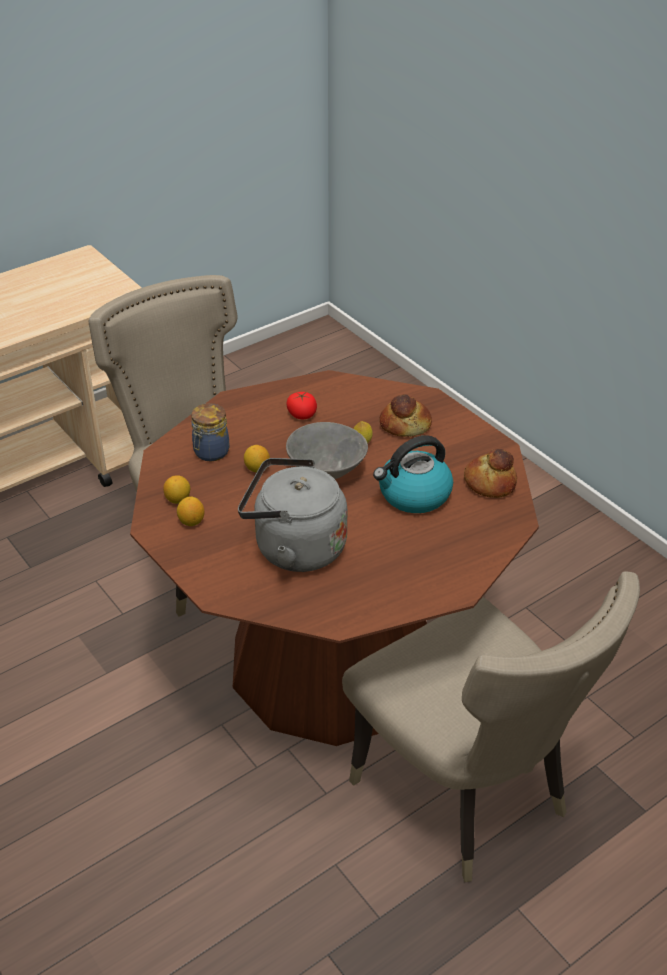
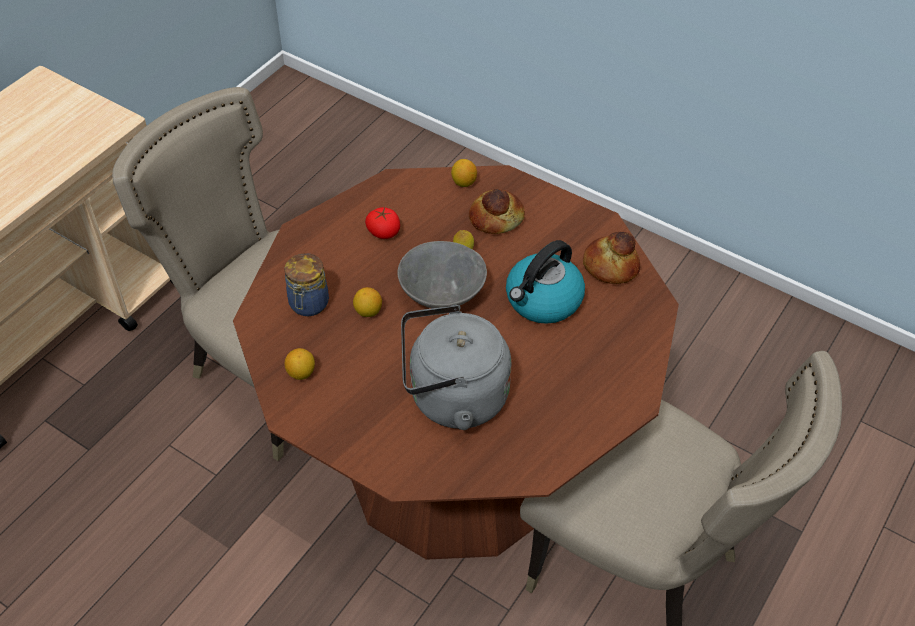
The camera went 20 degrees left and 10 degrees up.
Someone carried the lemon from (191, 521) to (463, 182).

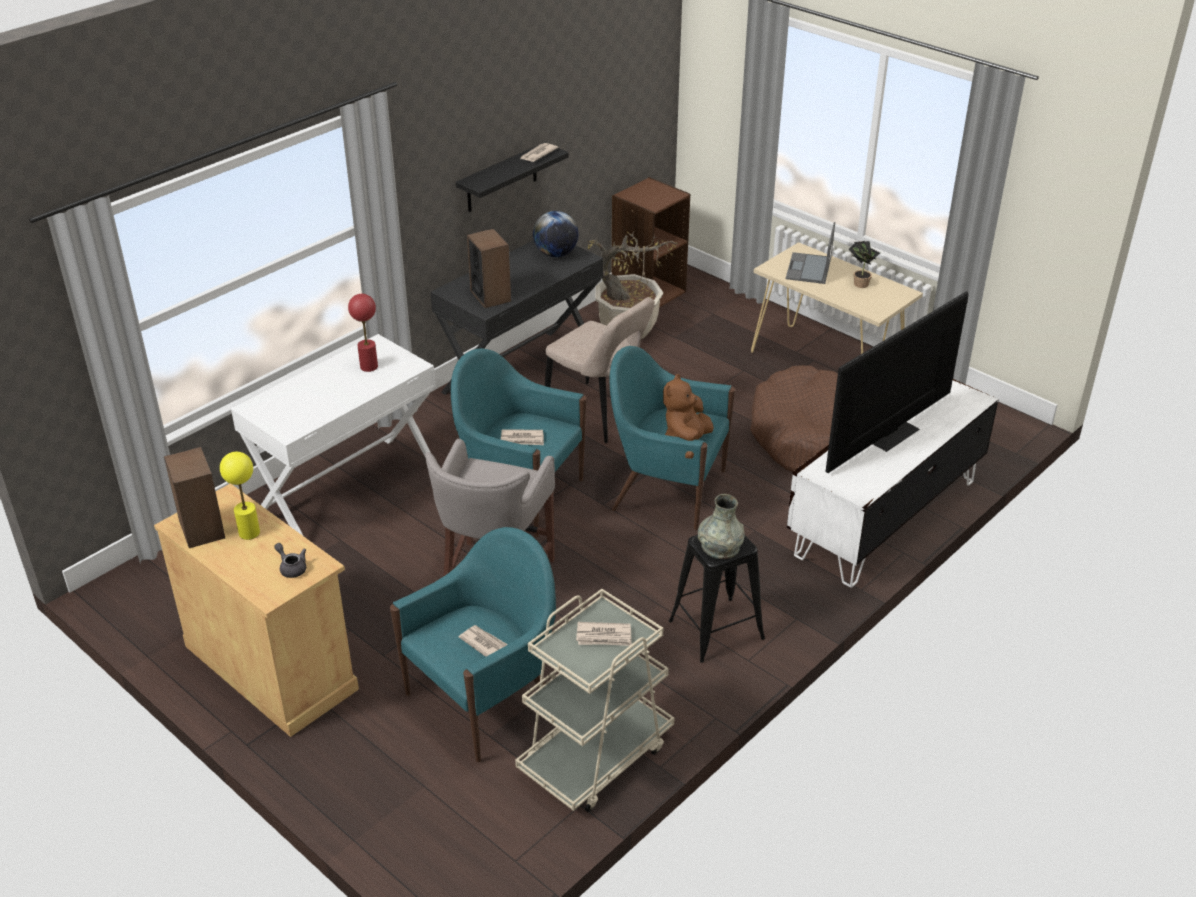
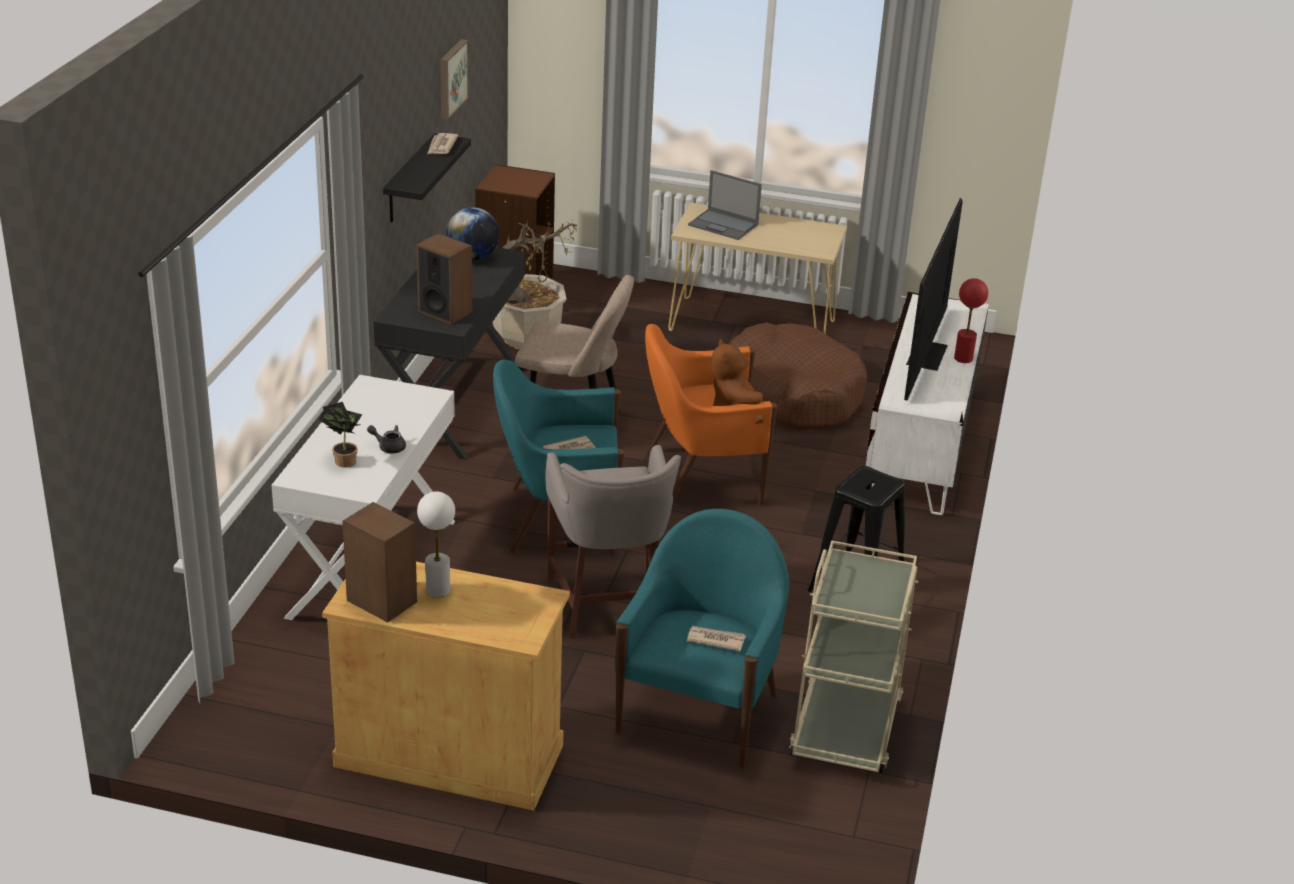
The camera went 30 degrees left and 5 degrees down.
Someone rotated the laptop at (808, 269) by 45 degrees counterclockwise.
Someone carried the potted plant from (860, 283) to (343, 460).
Someone carried the red table lamp from (368, 366) to (963, 358).
Someone repainted the turquoise armchair at (666, 490), which became the orange armchair at (700, 477).
Someone repainted the yellow table lamp at (249, 533), which became the white table lamp at (437, 590).
Someone took away the grey vase at (720, 547).
Someone carried the grey teapot from (291, 568) to (388, 446).
Someone took away the newspaper at (604, 636).
Someone put up the picture at (451, 78).

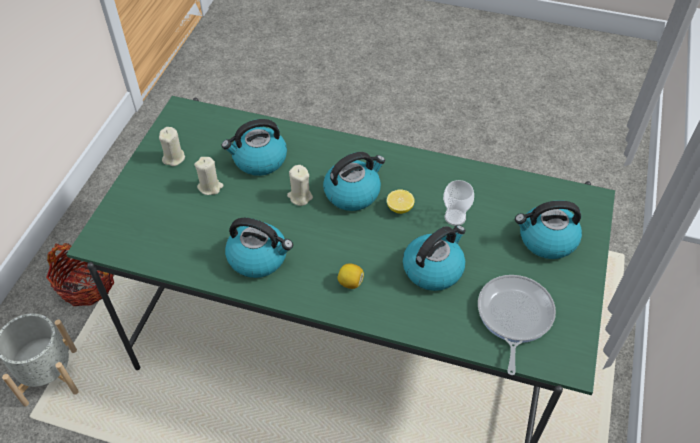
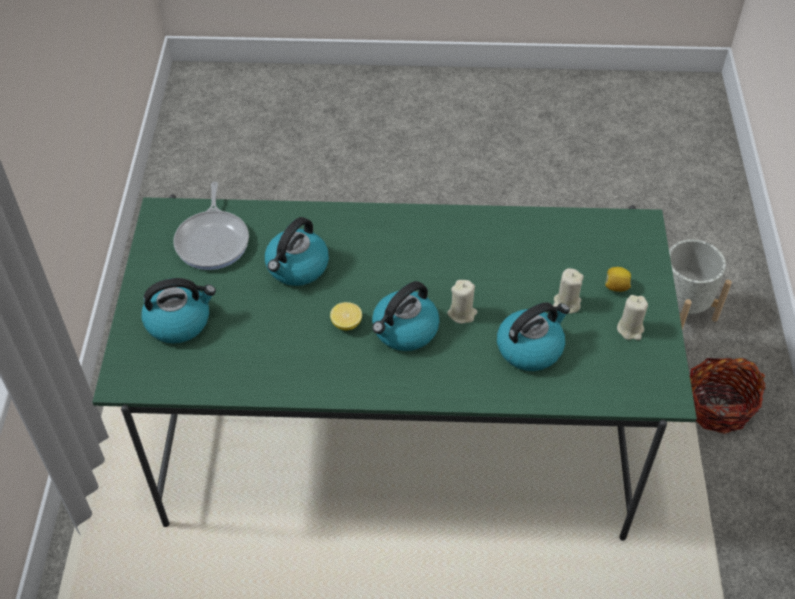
The camera went 165 degrees right and 0 degrees up.
Someone took away the cup at (455, 217).
Someone took away the kettle at (259, 257).
Someone carried the lemon from (350, 282) to (616, 287).

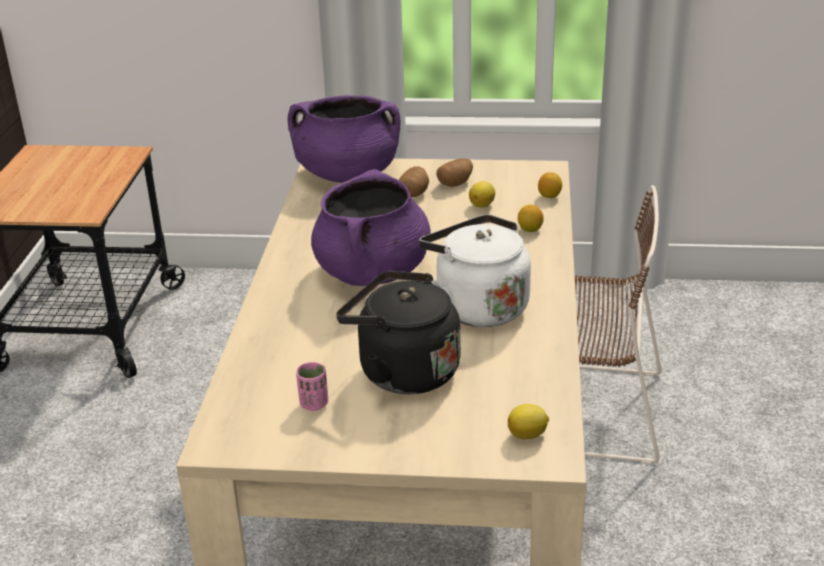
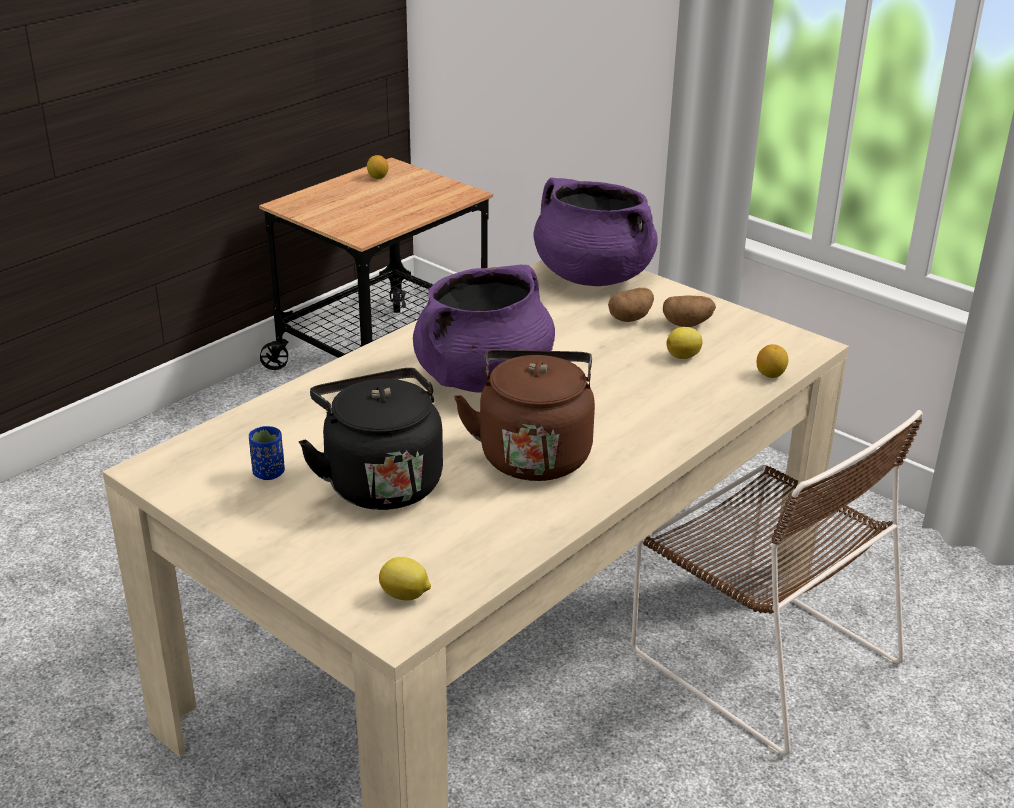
The camera went 35 degrees right and 0 degrees up.
Someone carried the lemon from (530, 229) to (378, 177).
Someone repainted the white kettle at (477, 307), which became the brown kettle at (533, 453).
Someone repainted the pink cup at (314, 404), which became the blue cup at (268, 473).

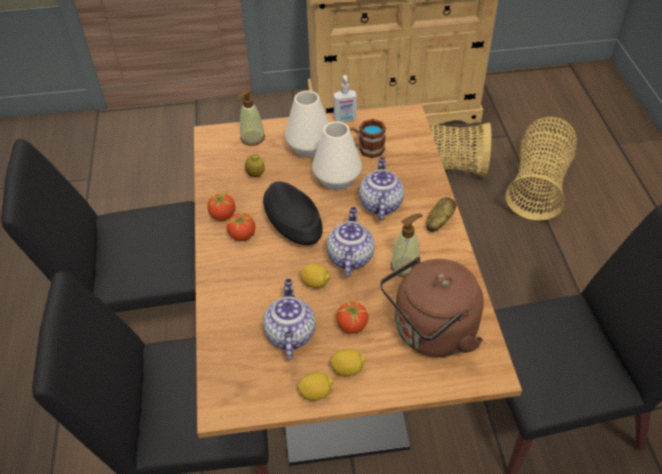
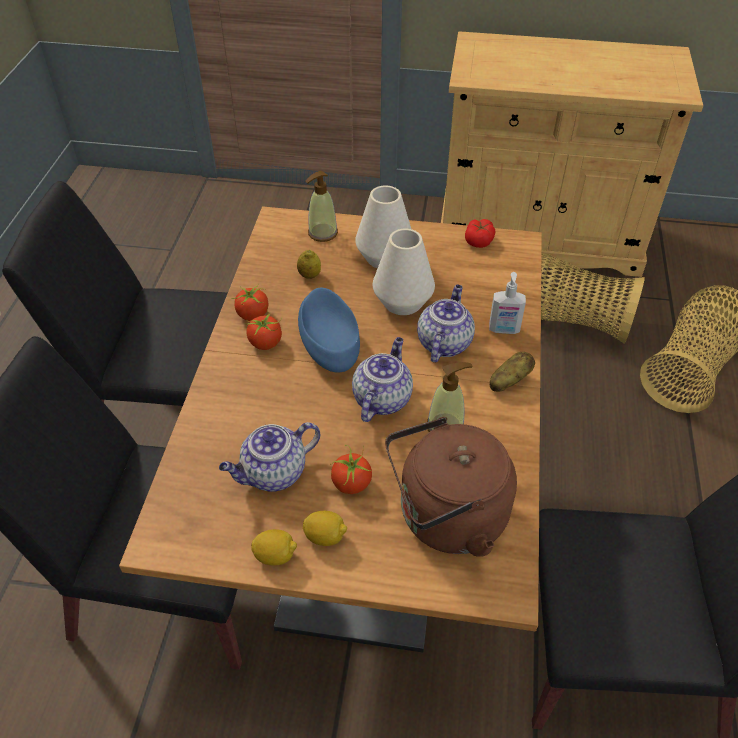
The camera went 15 degrees right and 0 degrees up.
Someone carried the soap dispenser from (345, 119) to (504, 330).
Someone took away the mug at (366, 149).
Someone repainted the black bowl at (292, 225), which became the blue bowl at (329, 344).
Someone took away the lemon at (315, 283).
Someone rotated the teapot at (289, 333) by 135 degrees counterclockwise.
Someone put down the tomato at (479, 240).

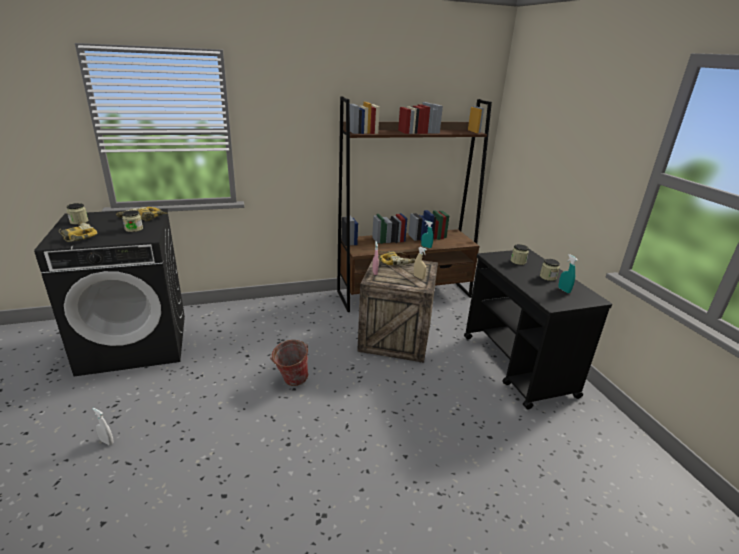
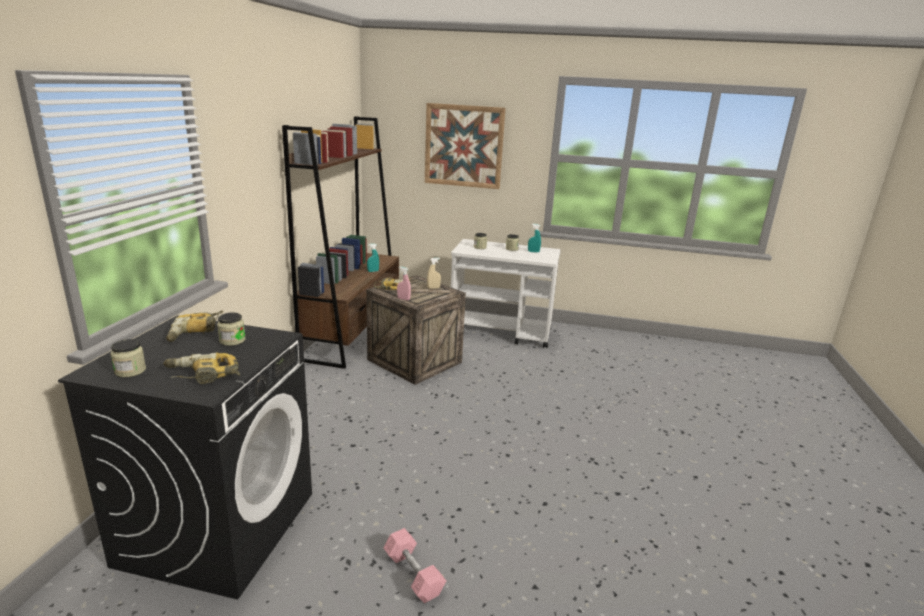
The camera went 60 degrees left and 5 degrees down.
Someone repainted the black cart at (517, 366), which became the white cart at (501, 332).
Someone took away the bucket at (290, 381).
Someone swapped the white spray bottle at (106, 441) for the pink dumbbell at (413, 574).
Someone put up the picture at (463, 146).

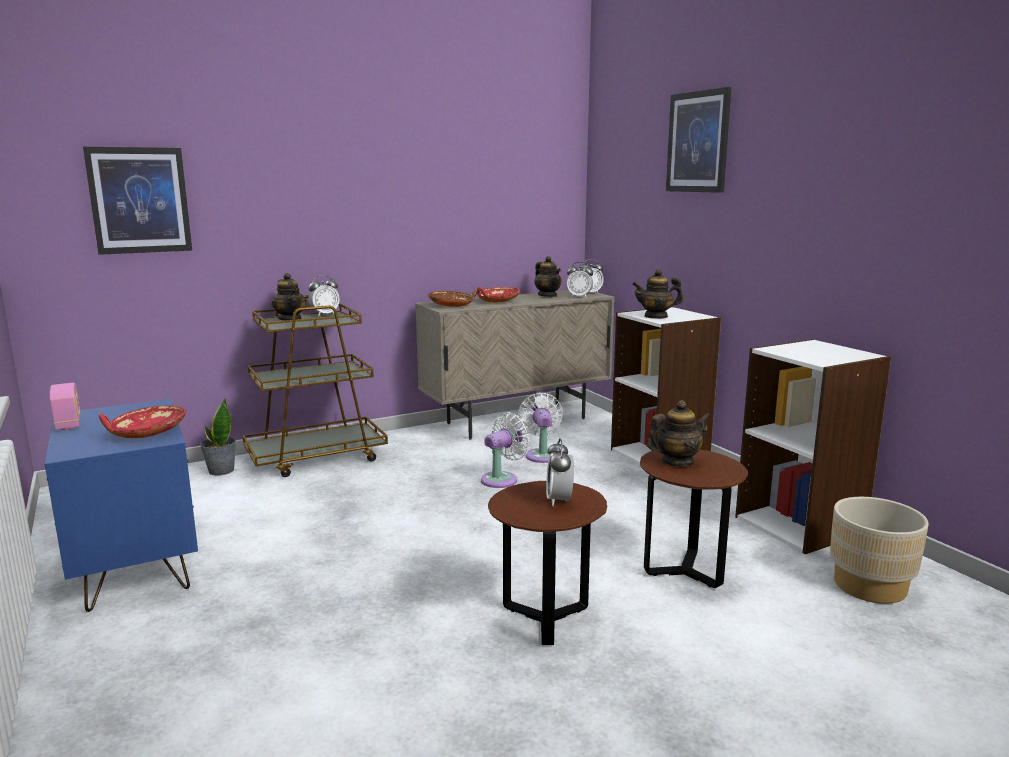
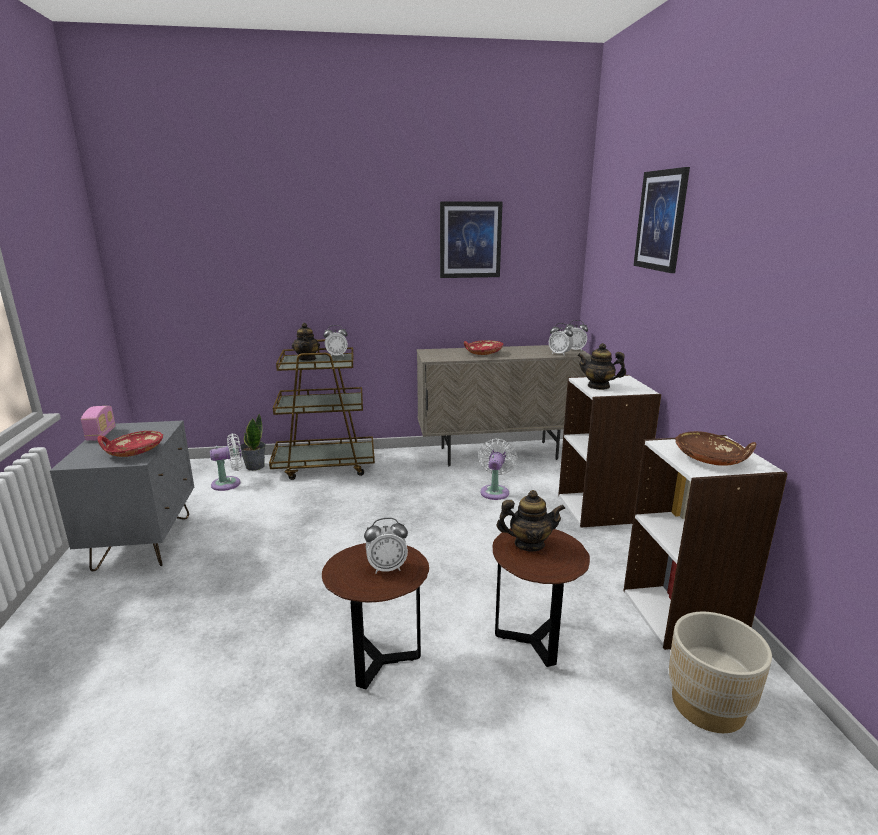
The camera went 20 degrees right and 5 degrees up.
Someone carried the picture from (139, 200) to (470, 240).
Someone took away the teapot at (547, 295).
Someone carried the brown bowl from (452, 305) to (710, 459).
Someone repainted the blue nightstand at (135, 570), which became the grey nightstand at (144, 542).
Someone carried the white fan from (502, 479) to (229, 483).
Someone rotated the alarm clock at (559, 500) by 120 degrees counterclockwise.

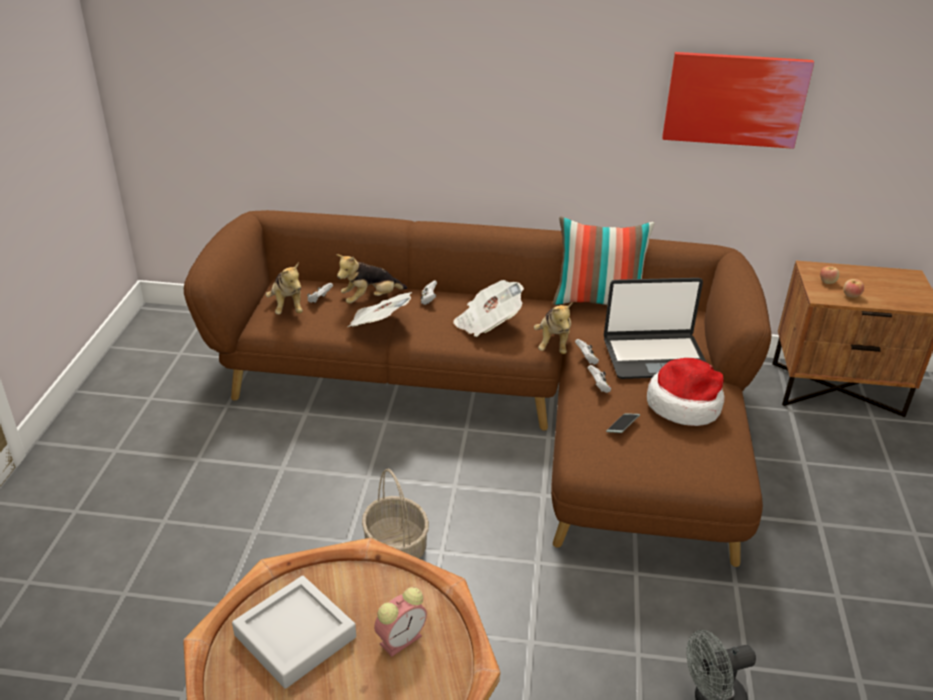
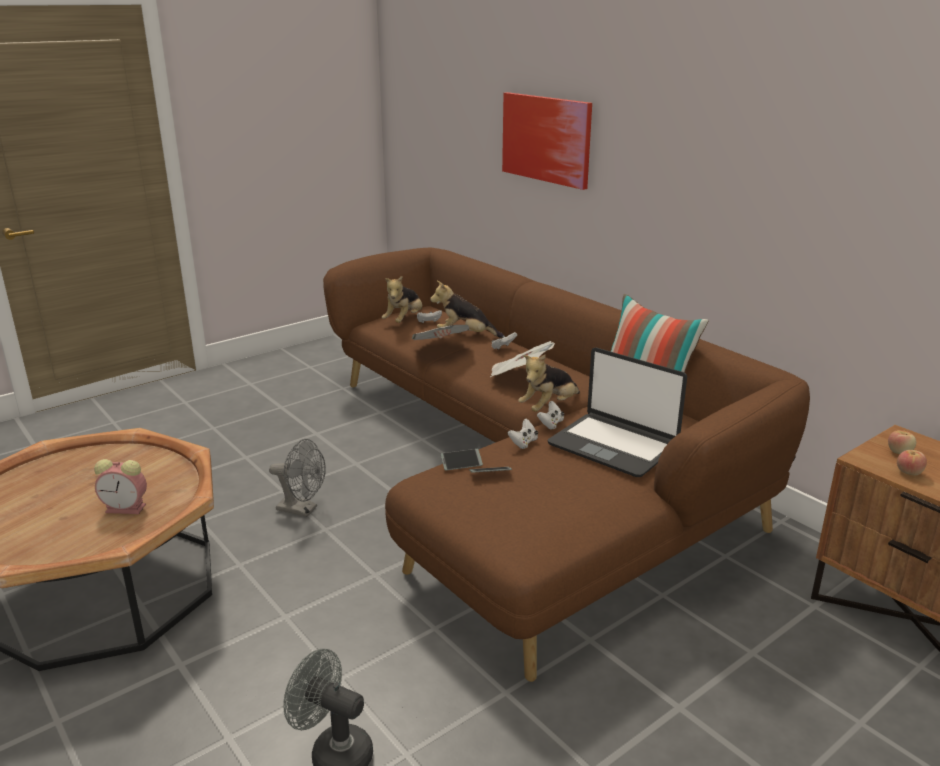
The camera went 45 degrees right and 10 degrees down.
Someone carried the picture from (735, 99) to (546, 139).
Someone took away the hat at (684, 405).
Someone swapped the basket at (395, 547) for the grey fan at (302, 509).
Someone took away the grey tray at (295, 636).
Someone put down the phone at (461, 463).

